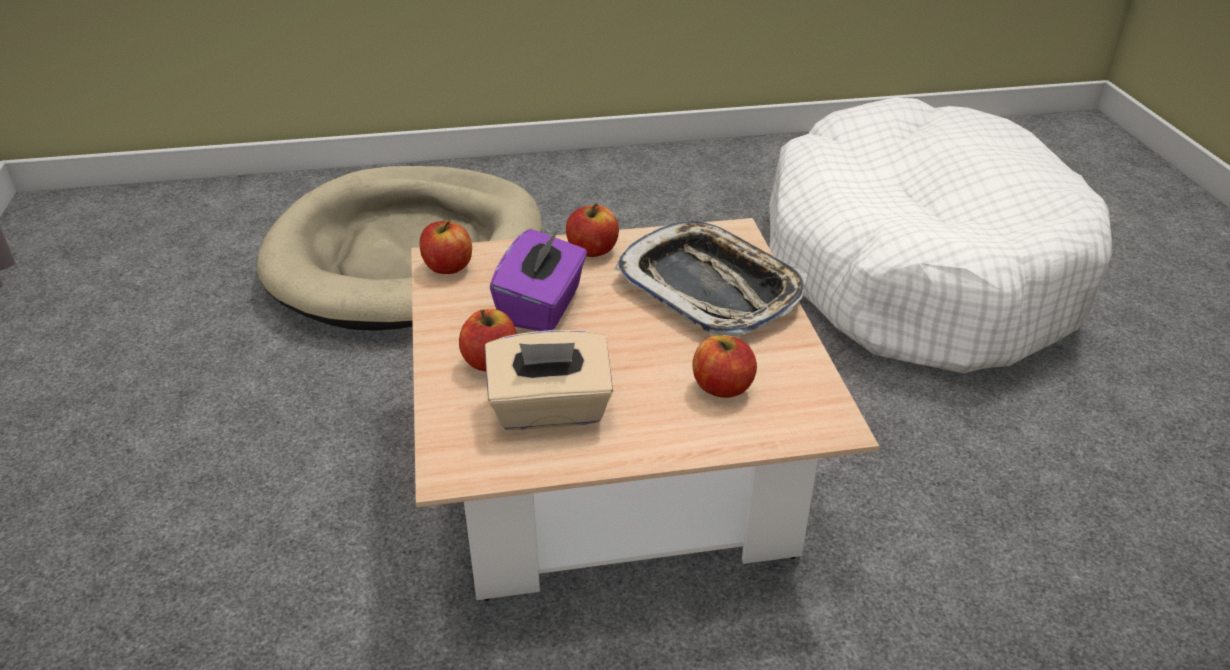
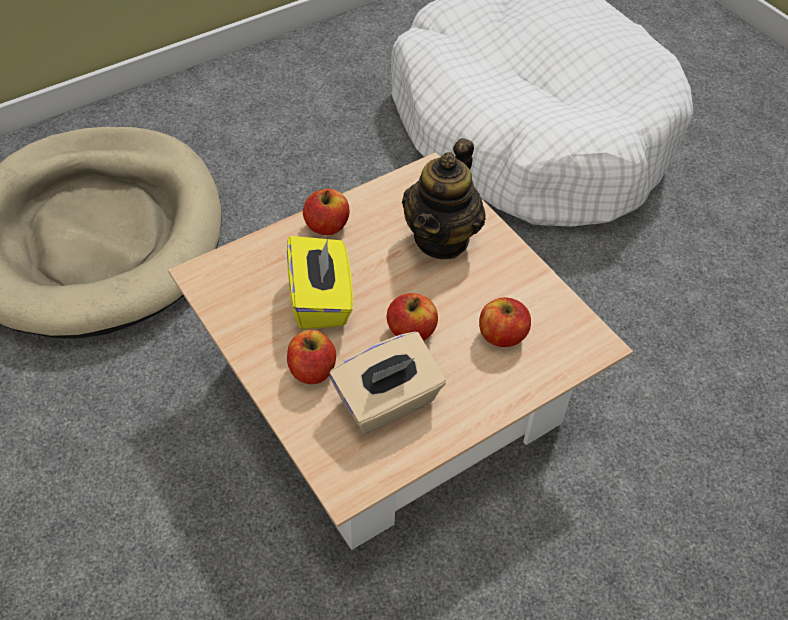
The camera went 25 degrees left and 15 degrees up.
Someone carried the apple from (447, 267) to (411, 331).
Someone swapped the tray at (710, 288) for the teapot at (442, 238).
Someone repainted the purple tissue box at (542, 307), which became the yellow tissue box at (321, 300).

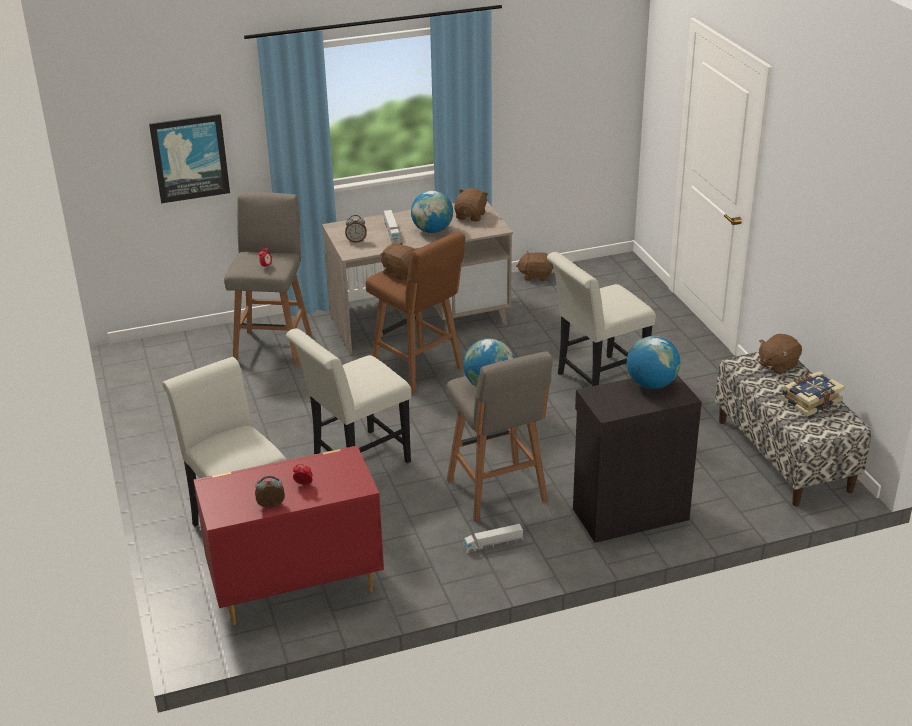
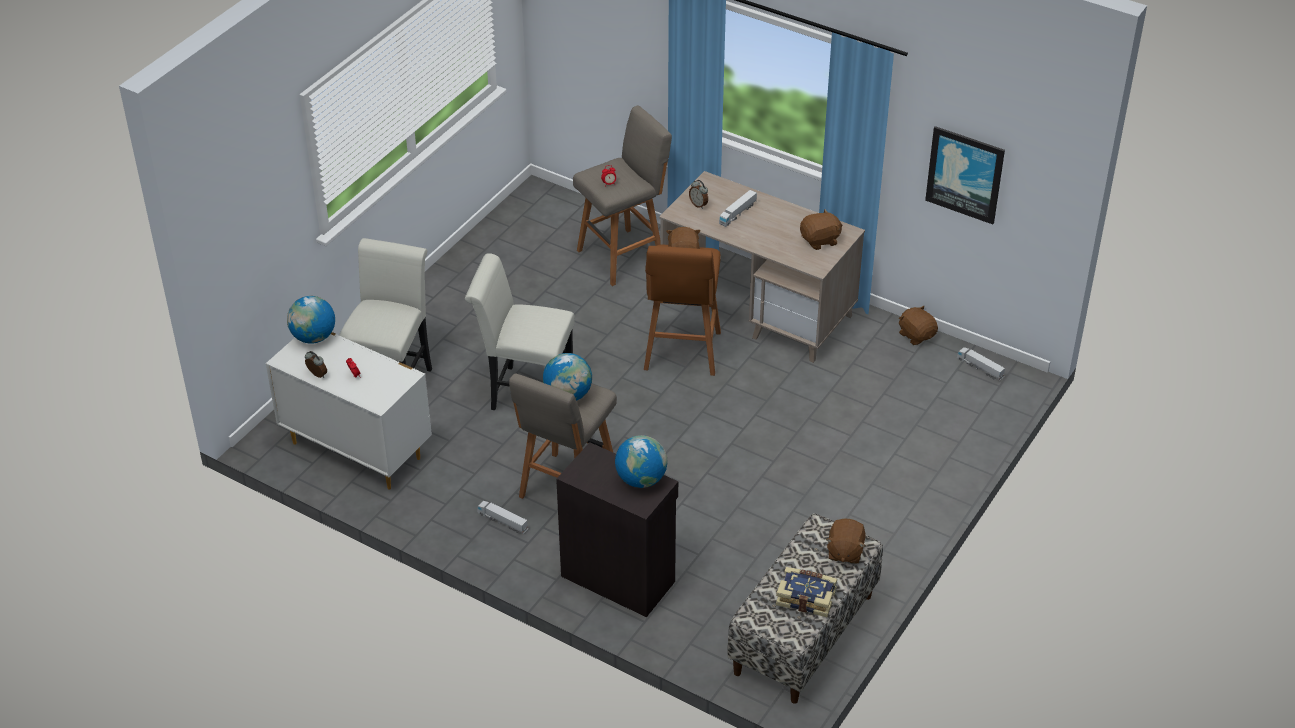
The camera went 50 degrees right and 10 degrees up.
Someone carried the picture from (190, 158) to (965, 174).
Someone carried the globe from (432, 231) to (313, 337).
Someone took away the white chair at (596, 381).
Someone rotated the brown plush toy at (777, 365) by 90 degrees counterclockwise.
Someone repainted the red dresser at (295, 588), which became the white dresser at (356, 449).
Someone put down the toy truck at (980, 368).

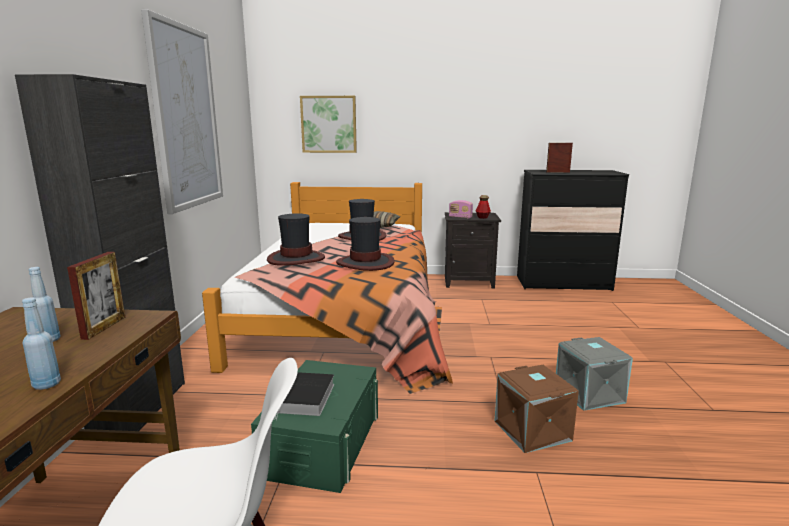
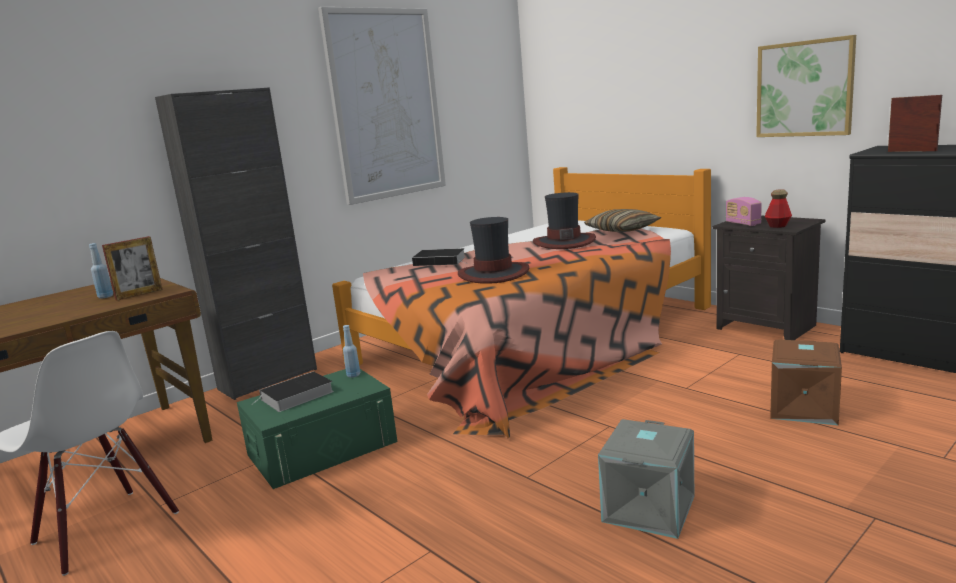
The camera went 45 degrees right and 0 degrees up.
Someone carried the picture from (329, 124) to (804, 89).
Someone swapped the hat at (295, 259) for the book at (441, 261).
Someone carried the blue bottle from (47, 384) to (353, 375).
Someone carried the brown storage box from (531, 430) to (802, 408).

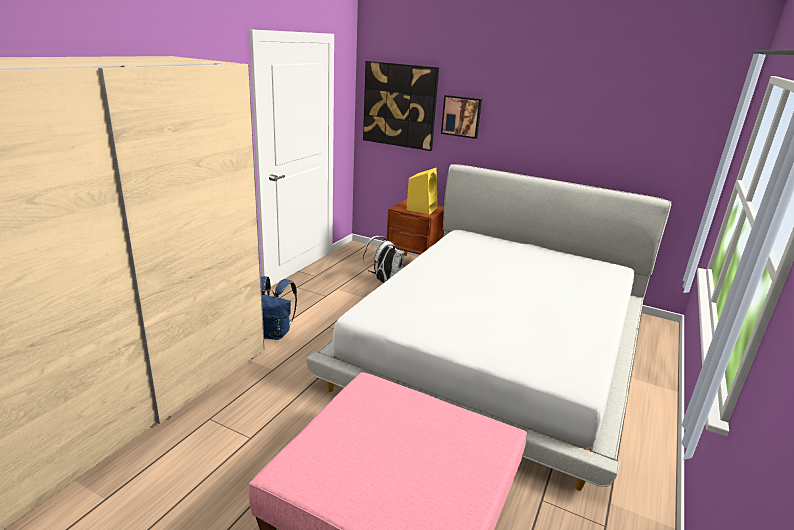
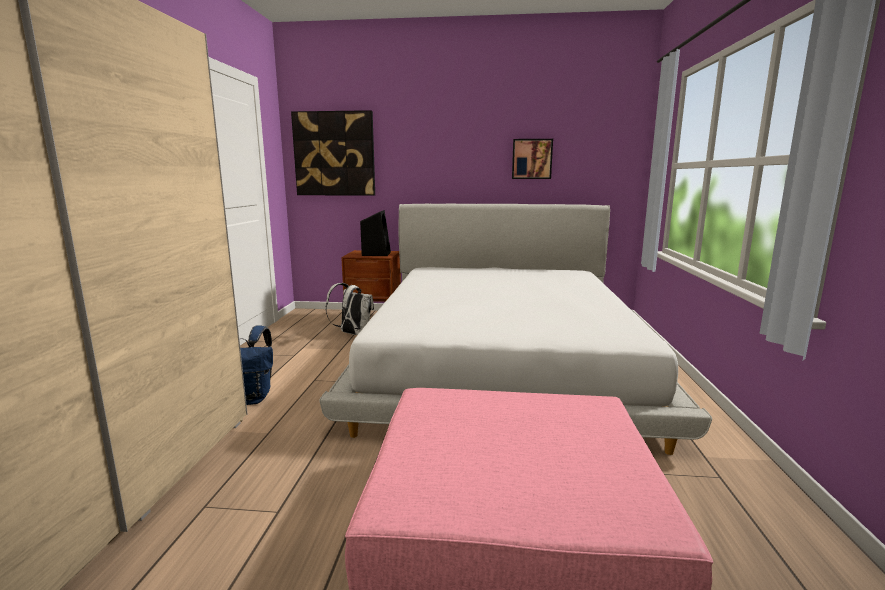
The camera went 20 degrees left and 10 degrees down.
Someone carried the picture from (461, 116) to (531, 159).
Someone repainted the yellow speaker at (422, 209), which became the black speaker at (376, 253).

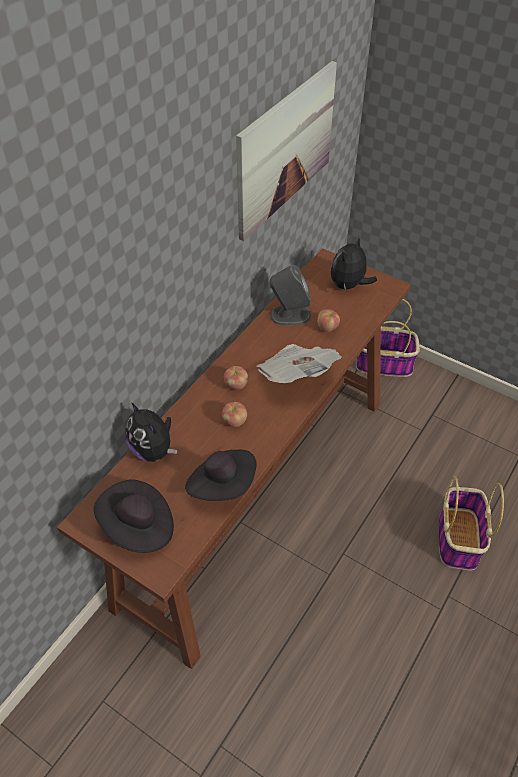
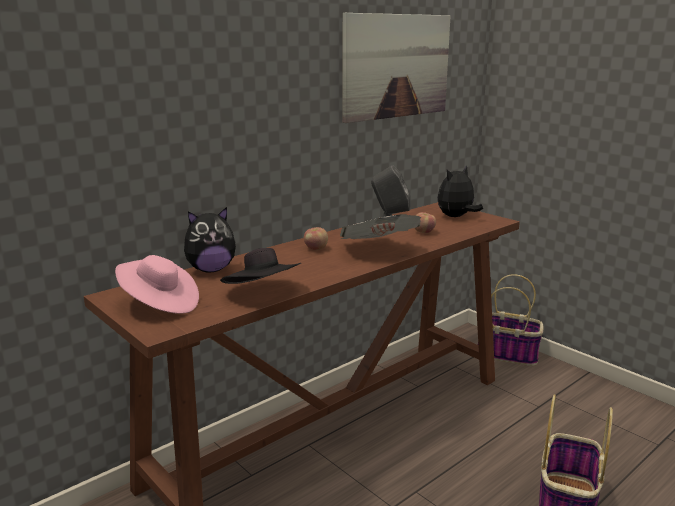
The camera went 15 degrees right and 30 degrees down.
Someone rotated the plush toy at (153, 450) by 90 degrees counterclockwise.
Someone took away the apple at (234, 421).
Someone repainted the black hat at (138, 527), which became the pink hat at (159, 304).

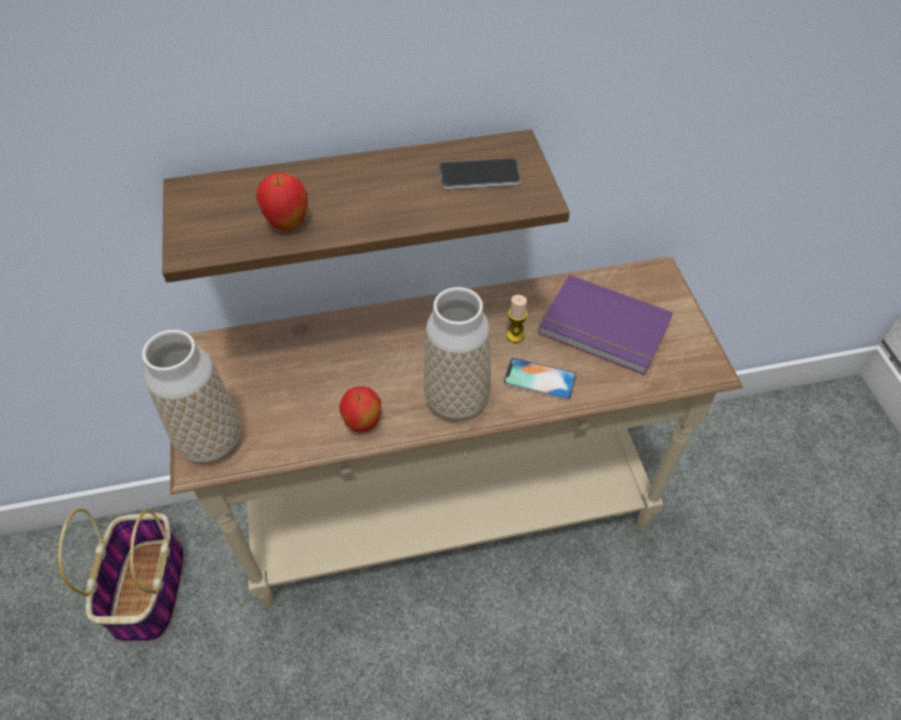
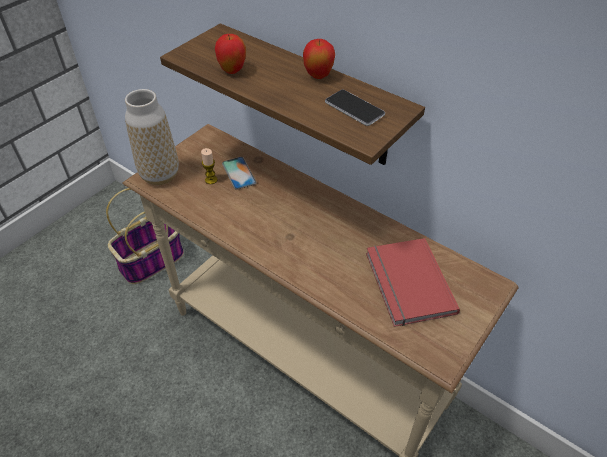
The camera went 50 degrees right and 5 degrees down.
Someone repainted the purple book at (603, 329), which became the red book at (407, 284).
Someone took away the vase at (457, 400).
Someone carried the candle from (515, 335) to (211, 180).
Someone carried the phone from (539, 379) to (238, 173).
Someone carried the apple from (363, 424) to (318, 76).

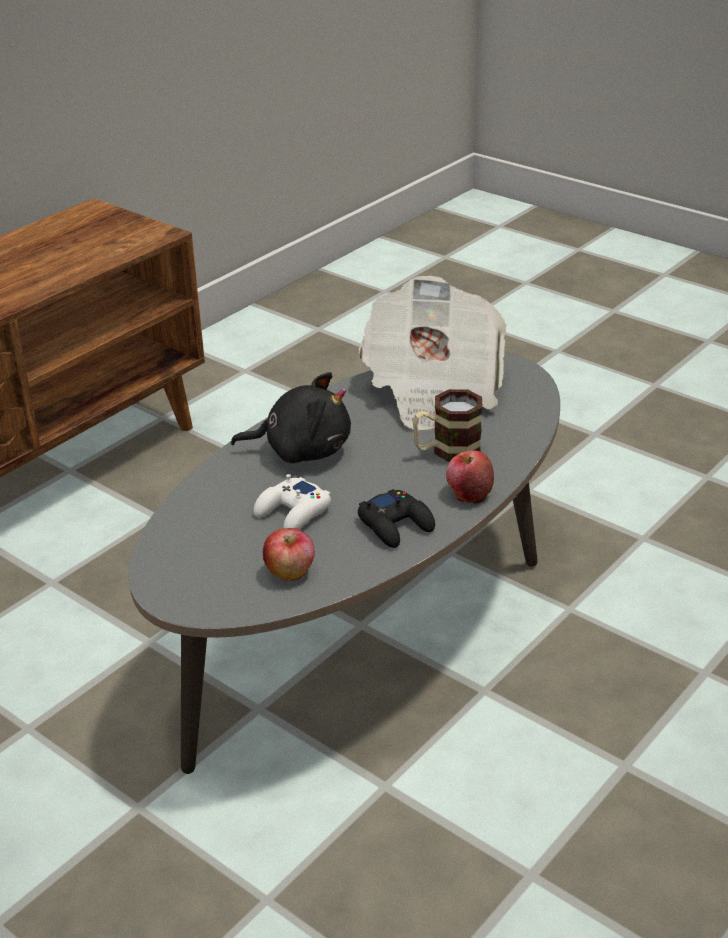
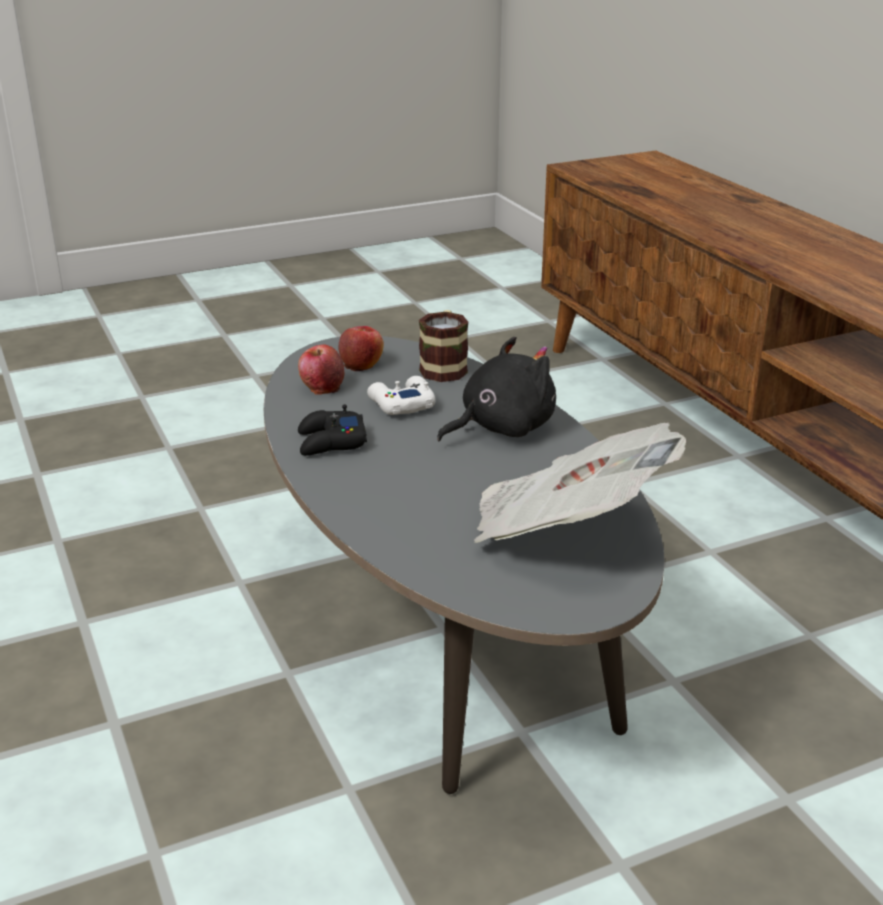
The camera went 115 degrees right and 5 degrees down.
Someone rotated the black plush toy at (302, 450) by 150 degrees counterclockwise.
Someone carried the mug from (446, 451) to (444, 366).
Someone carried the apple from (469, 493) to (361, 364).

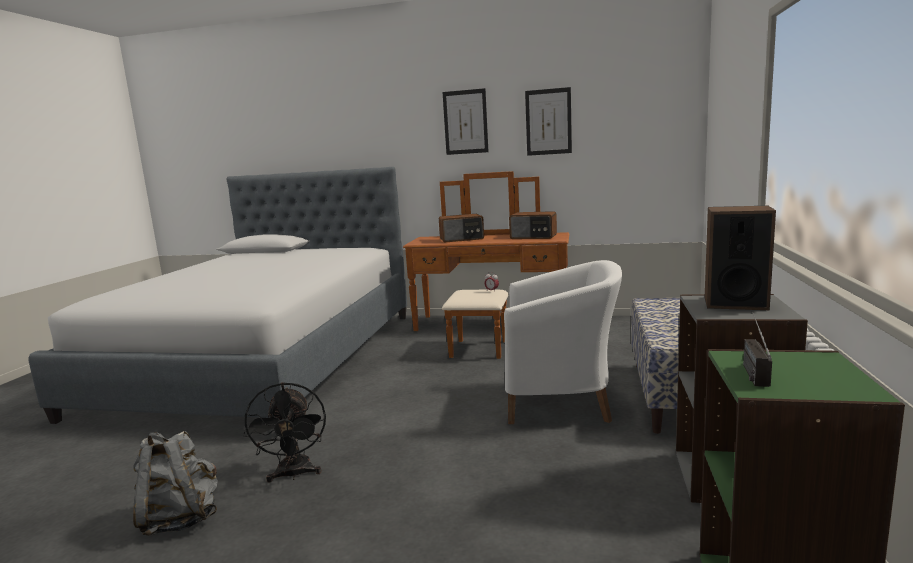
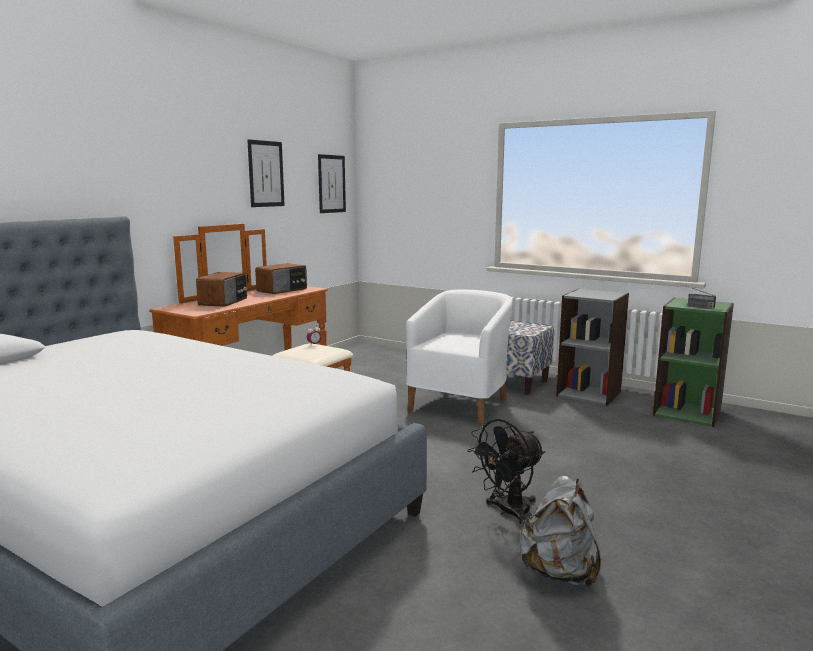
The camera went 70 degrees left and 0 degrees up.
Someone carried the picture from (465, 122) to (331, 184).
Someone took away the speaker at (735, 303).
Someone rotated the black fan at (294, 474) by 135 degrees clockwise.

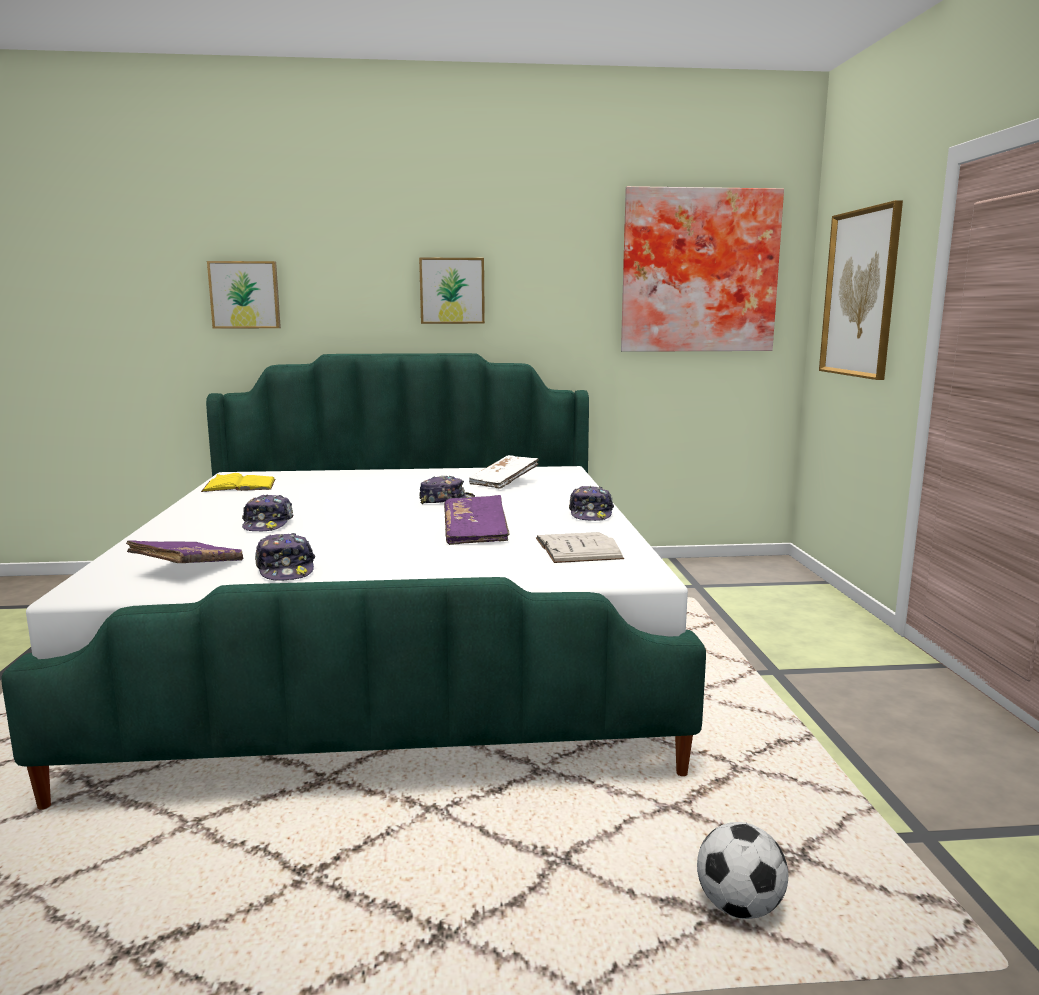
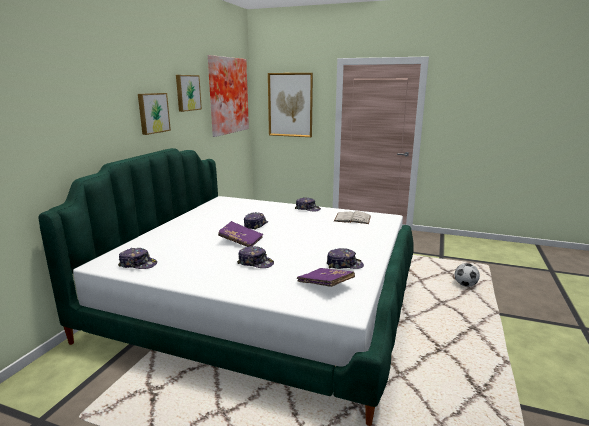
The camera went 65 degrees left and 5 degrees up.
Someone carried the picture from (245, 295) to (187, 93).
Someone took away the white book at (504, 483).
Someone swapped the yellow book at (239, 485) for the cap at (138, 264).
Someone carried the purple book from (475, 534) to (241, 241).

